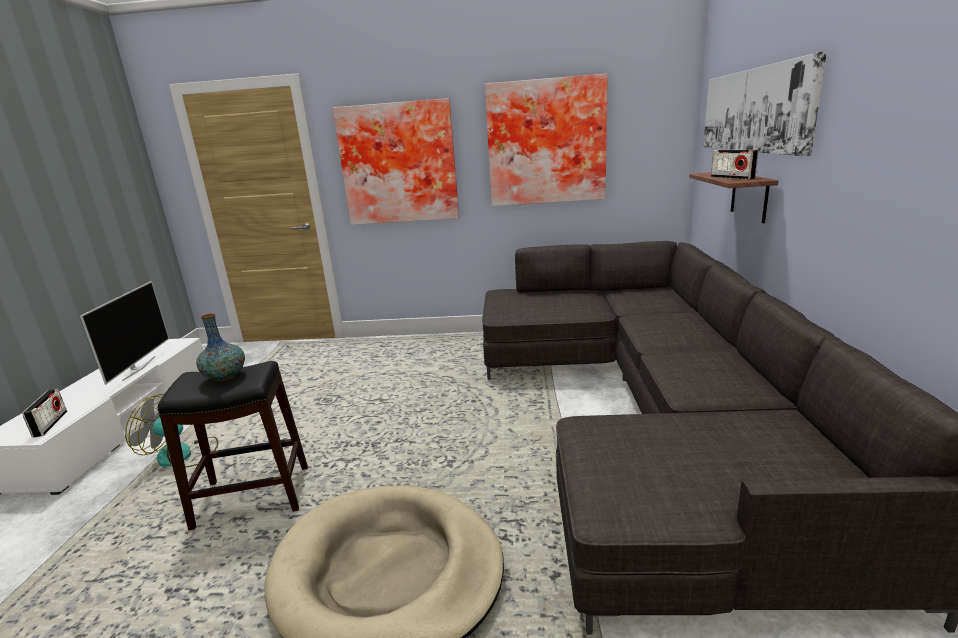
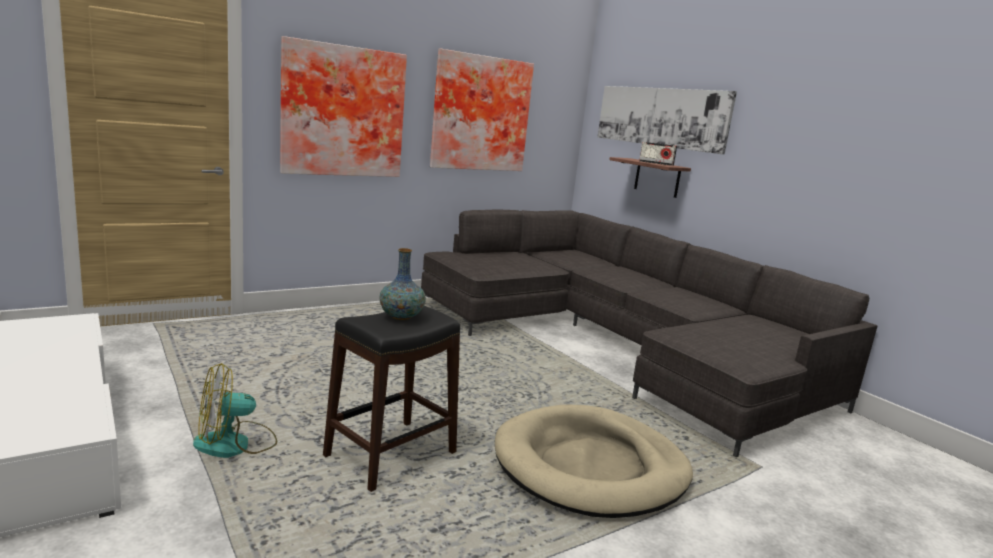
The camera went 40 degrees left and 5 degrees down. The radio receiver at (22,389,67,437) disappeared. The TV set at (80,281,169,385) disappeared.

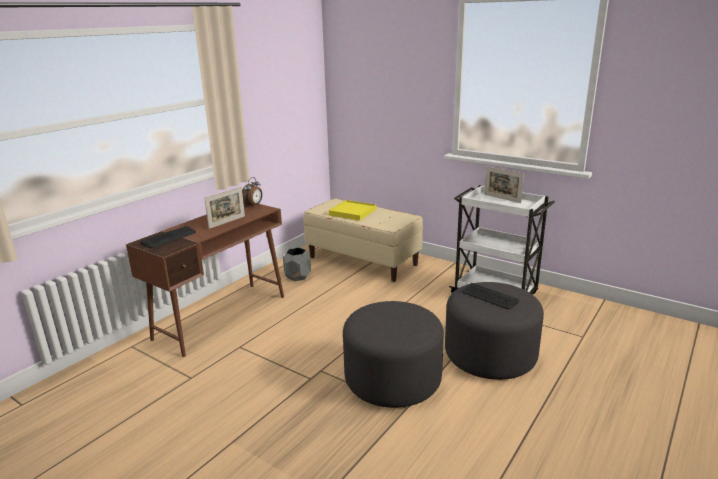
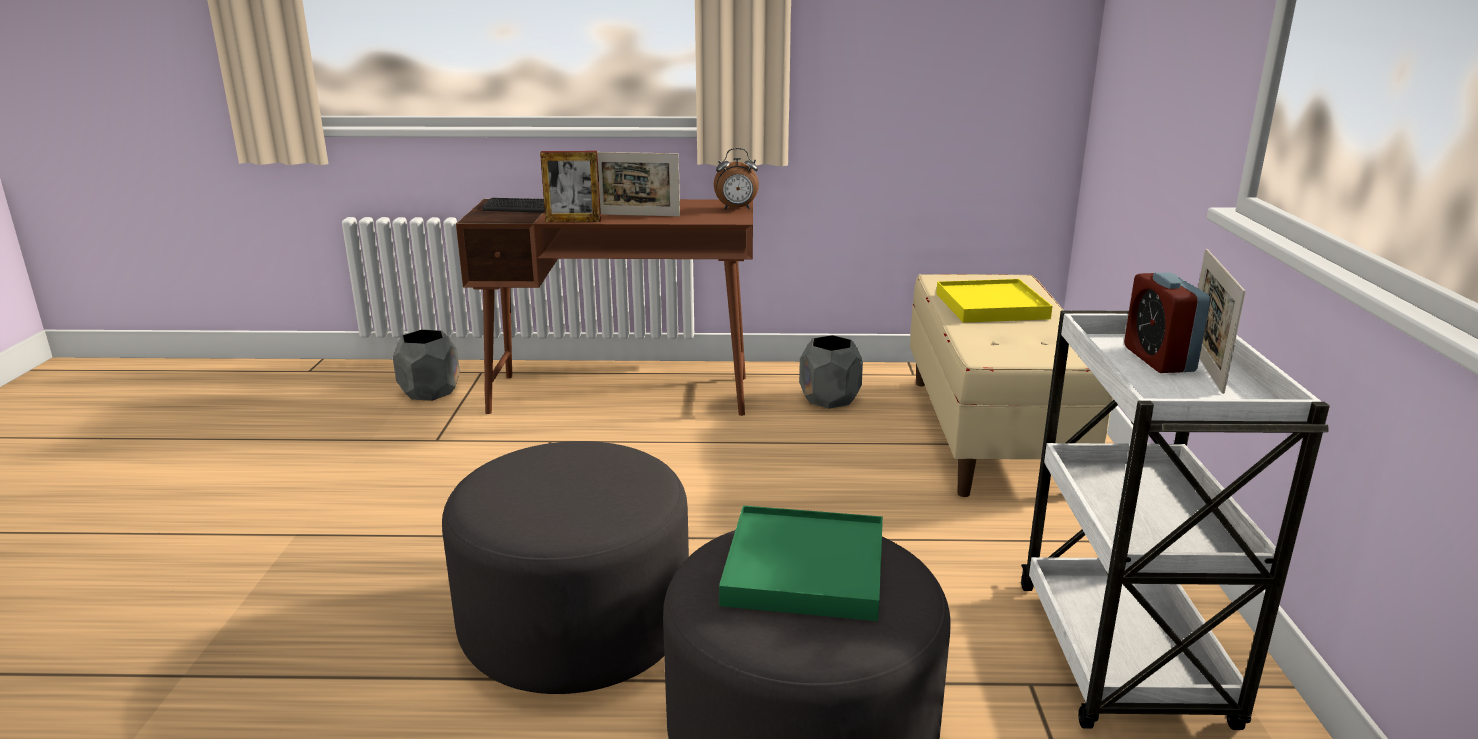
The camera went 55 degrees right and 0 degrees up. The planter/greyish at (393,329,460,401) appeared. The picture frame at (540,151,601,222) appeared. The alarm clock at (1124,272,1210,373) appeared. The PC keyboard at (462,283,519,309) was replaced by the tray/greenish at (719,505,883,621).

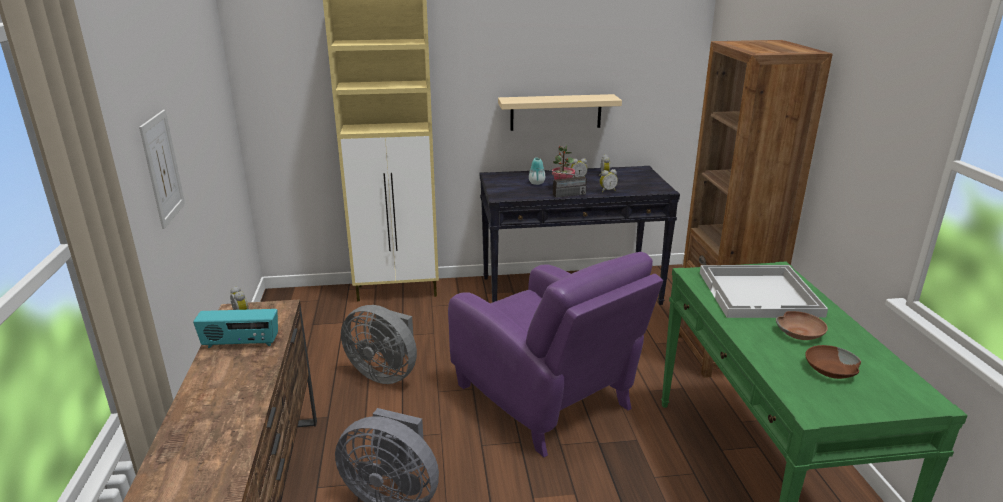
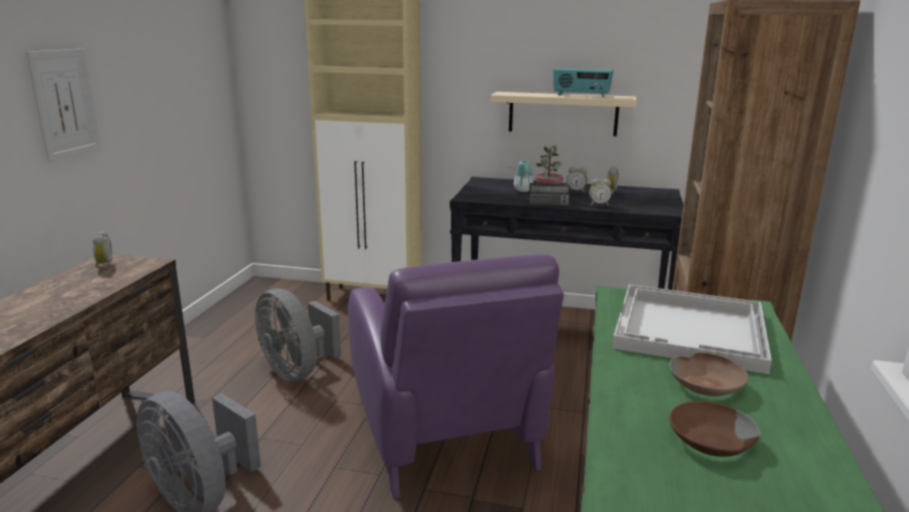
The camera went 20 degrees right and 5 degrees down. The radio receiver moved from (193,309,278,348) to (553,68,613,97).

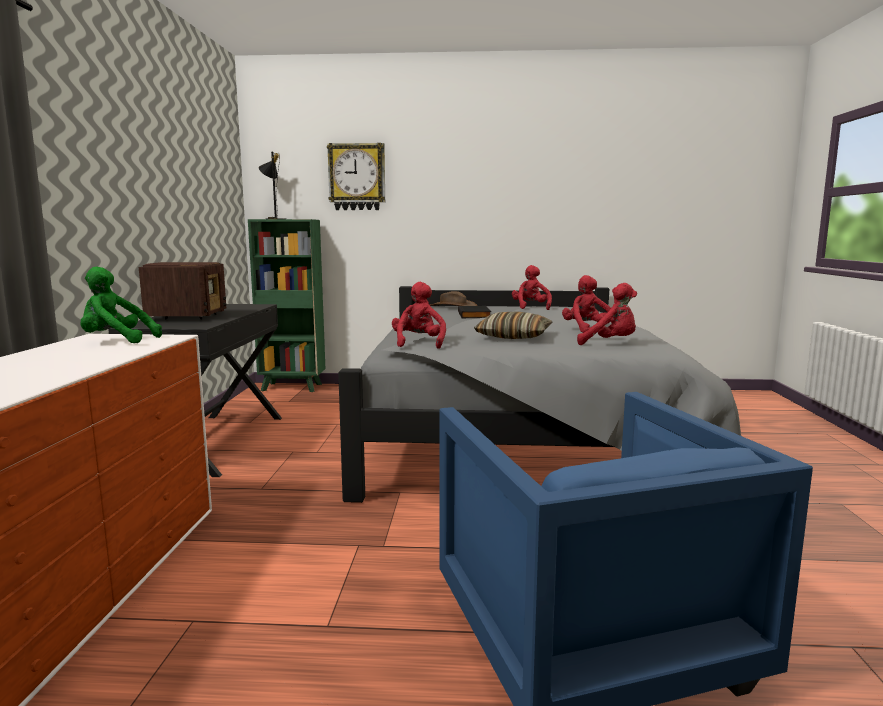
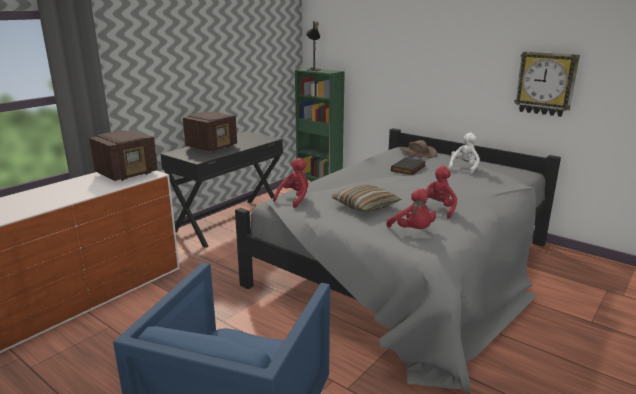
The camera went 35 degrees right and 10 degrees up. The wall clock moved from (327,143,385,210) to (514,51,580,117). The soft toy/greenish at (80,267,162,343) was replaced by the radio receiver at (89,130,158,181). The soft toy/red at (512,265,552,310) became the soft toy/white-coloured at (448,133,480,174).

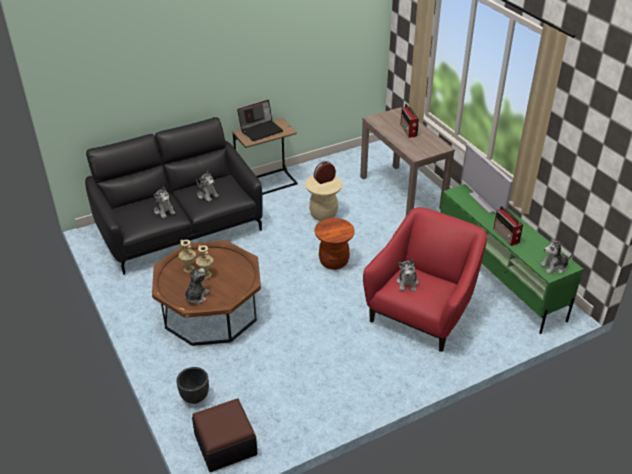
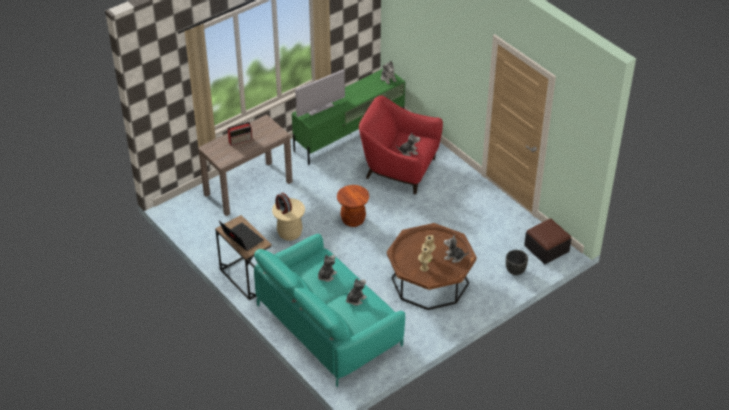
The camera went 100 degrees left and 5 degrees up. The radio receiver at (493,206,523,246) disappeared. The couch/blackish at (85,117,263,275) became the couch/turquoise at (254,234,405,387).

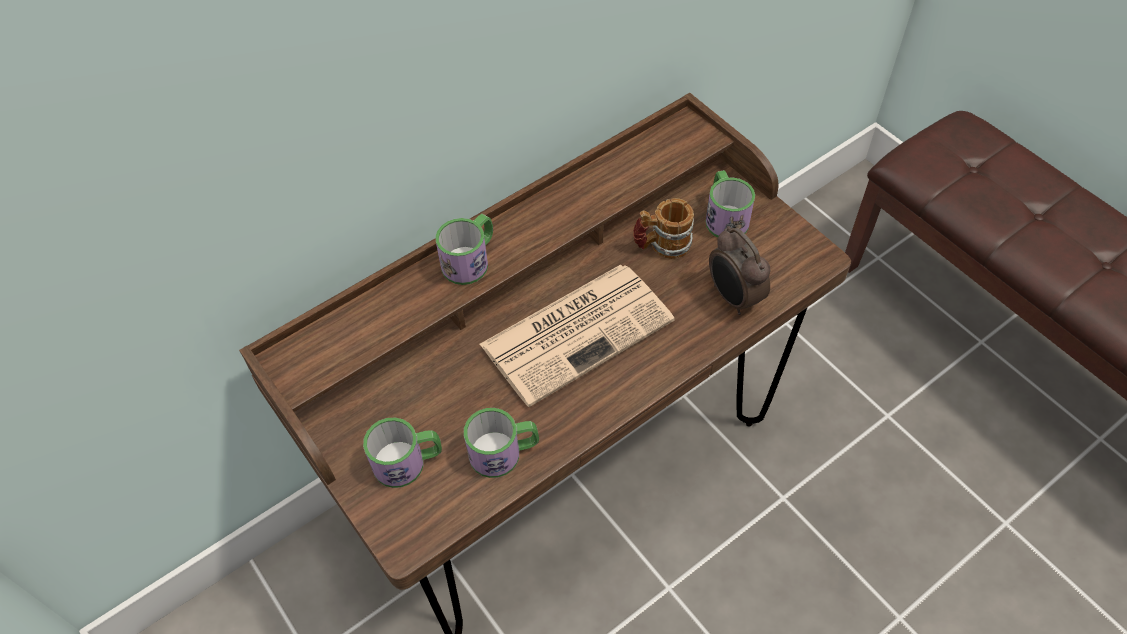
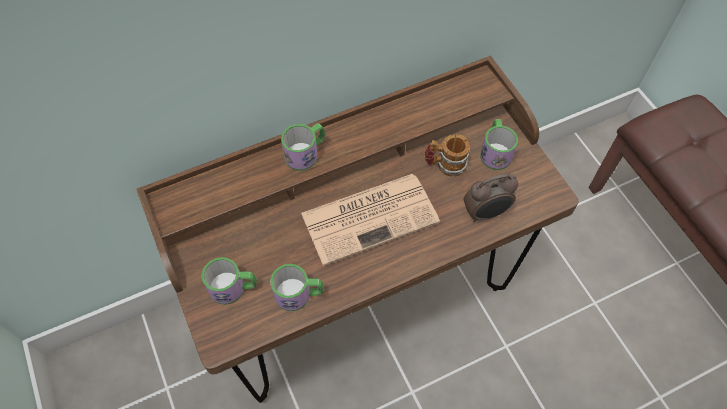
The camera went 10 degrees right and 5 degrees up. The alarm clock at (709,226,770,315) turned 90 degrees counterclockwise.

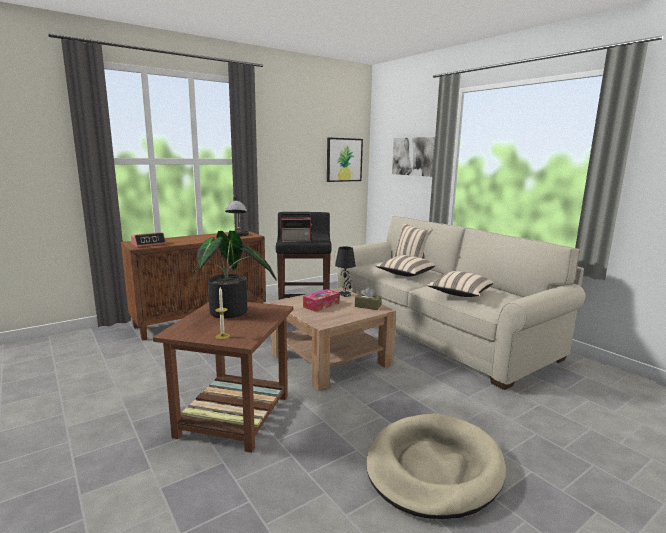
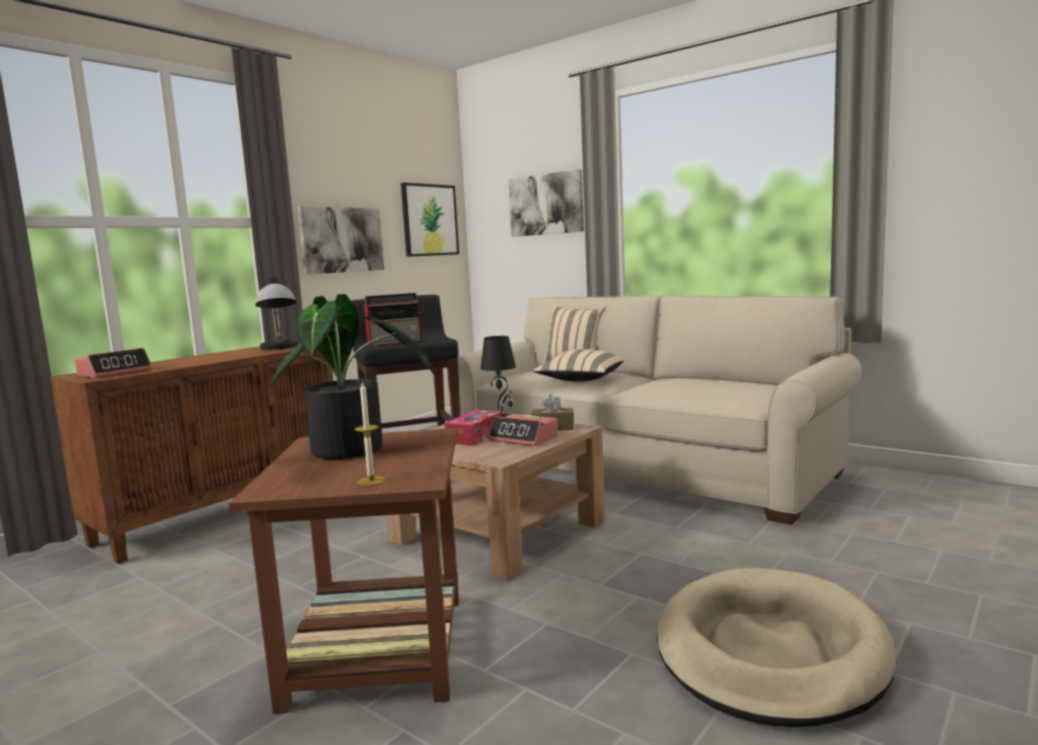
The camera went 15 degrees left and 5 degrees down. The pillow/sand-coloured at (427,271,493,297) disappeared. The picture at (297,206,384,275) appeared. The alarm clock at (488,414,558,446) appeared.

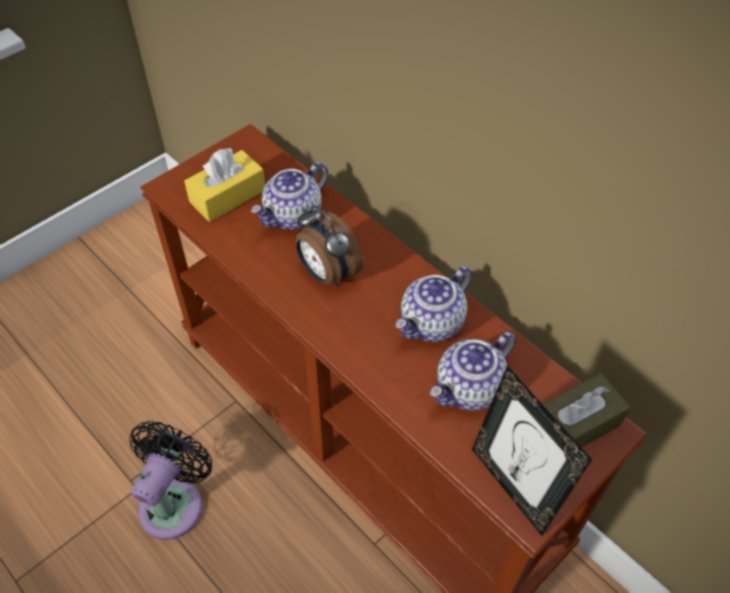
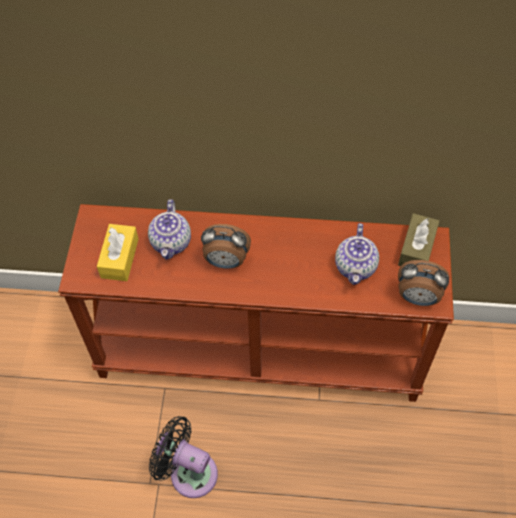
The camera went 40 degrees left and 5 degrees up. The tea pot at (395,266,472,342) disappeared. The picture frame at (472,365,592,536) was replaced by the alarm clock at (398,260,450,306). The cooling fan/blackish at (129,421,212,540) turned 45 degrees counterclockwise.

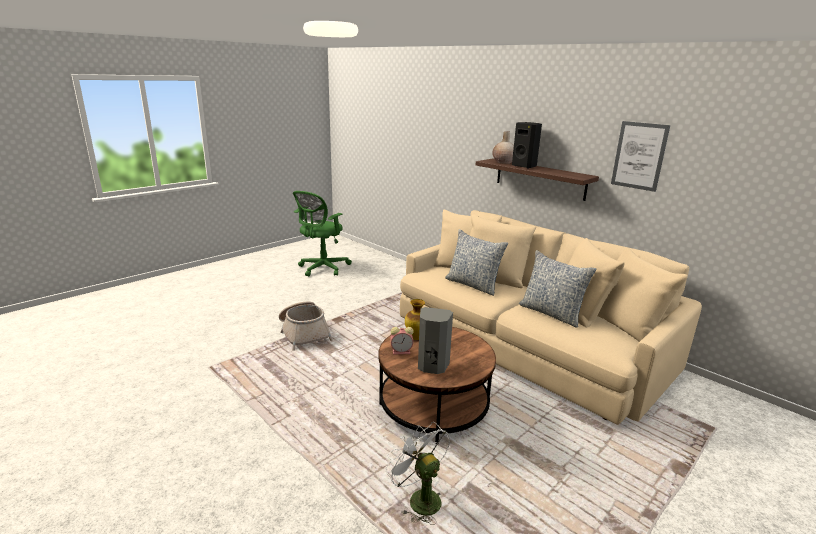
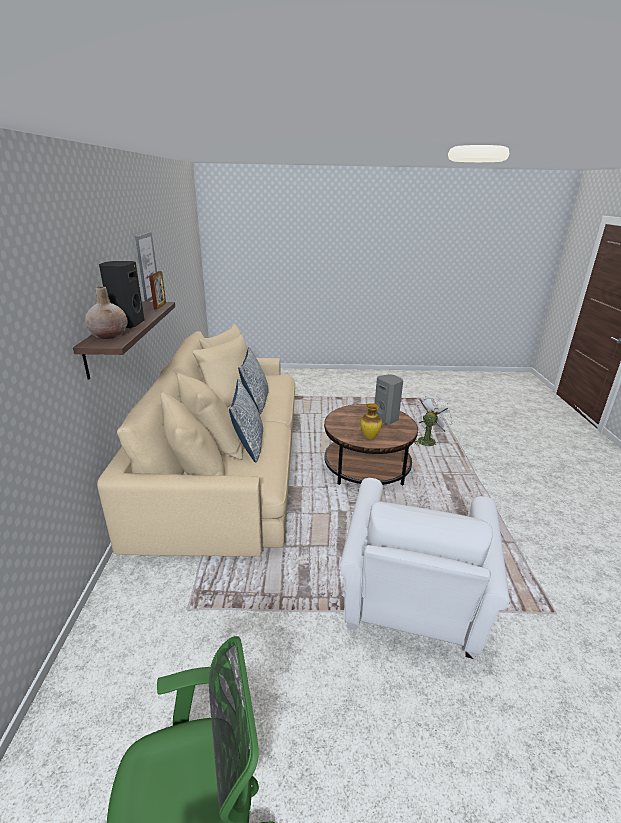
The camera went 135 degrees left and 5 degrees up. The alarm clock at (390,327,414,354) disappeared. The picture frame at (149,271,166,310) appeared. The household basket at (279,302,333,351) was replaced by the lounge chair/white-coloured at (339,478,509,659). The cooling fan/white-coloured at (385,422,450,525) turned 150 degrees counterclockwise.

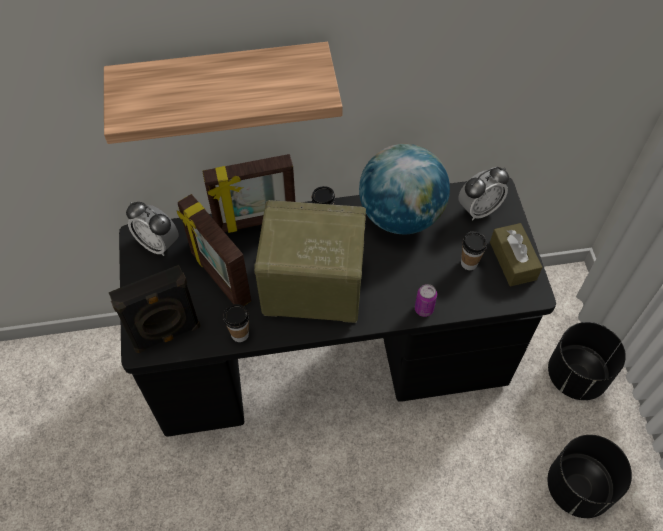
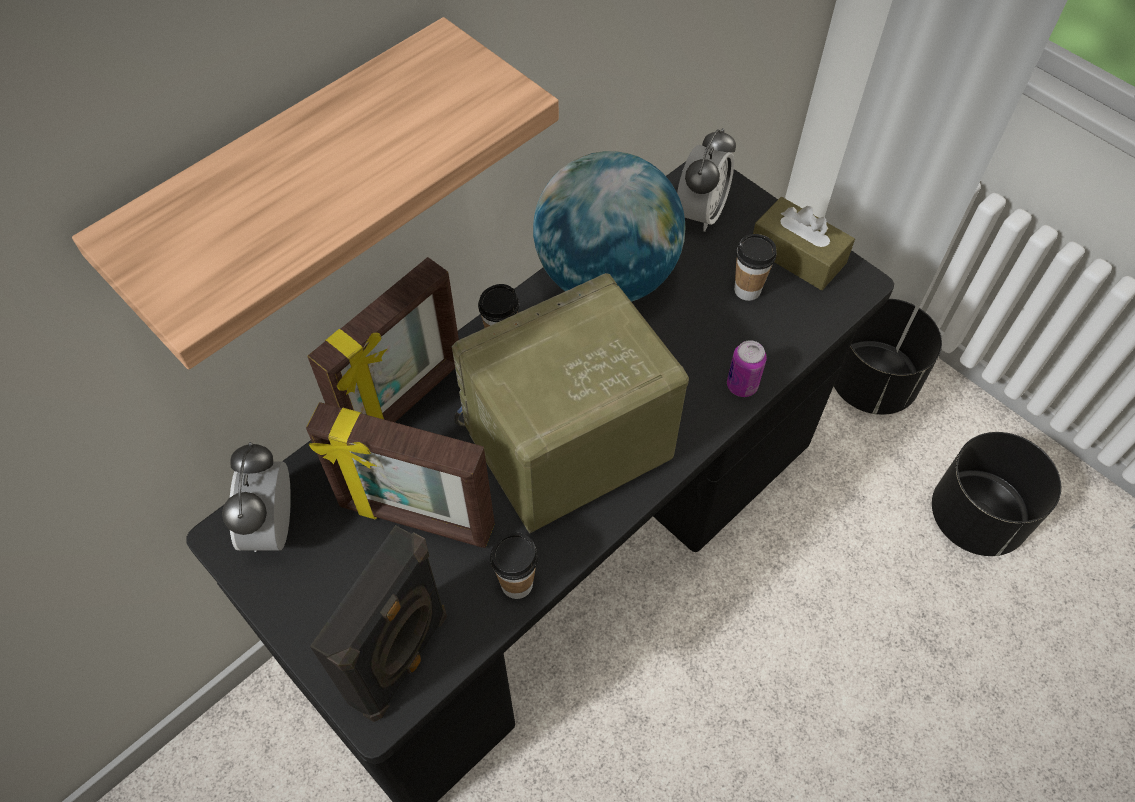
The camera went 35 degrees left and 0 degrees up. The alarm clock at (126,202,178,256) turned 90 degrees clockwise.

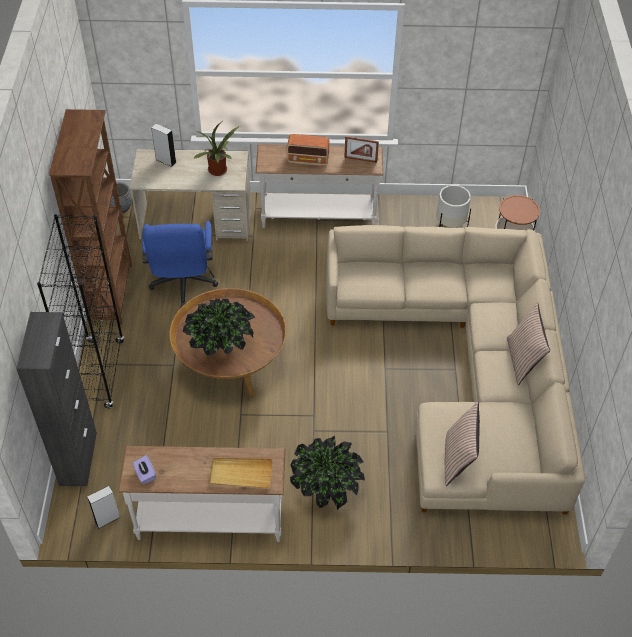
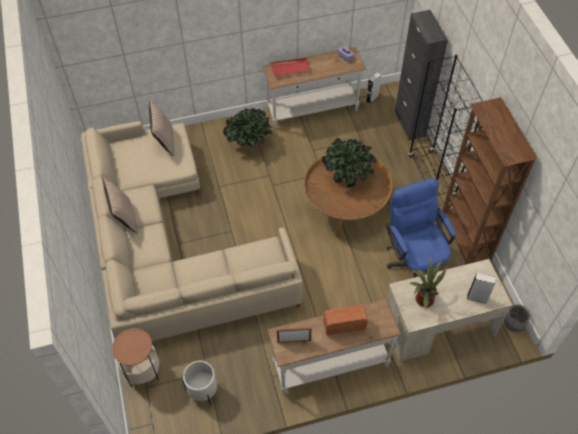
The camera went 165 degrees right and 5 degrees up. The tray/sand-coloured at (209,458,273,489) became the tray/red at (271,58,311,77).

